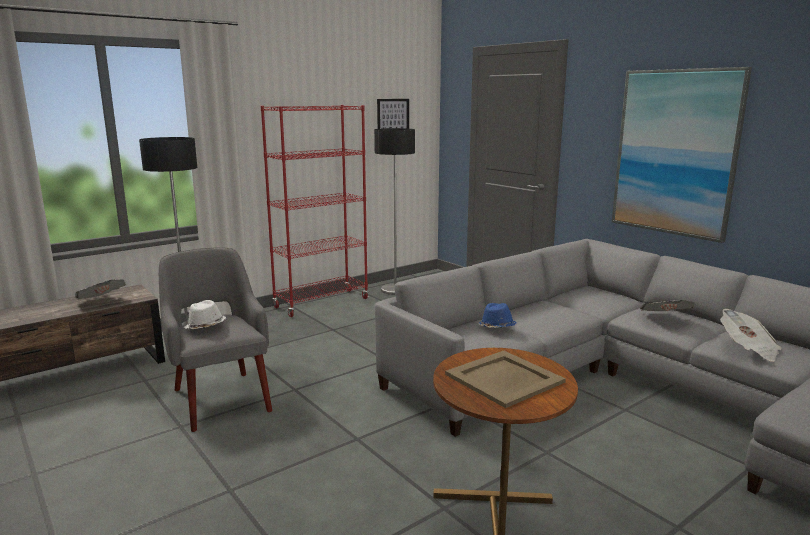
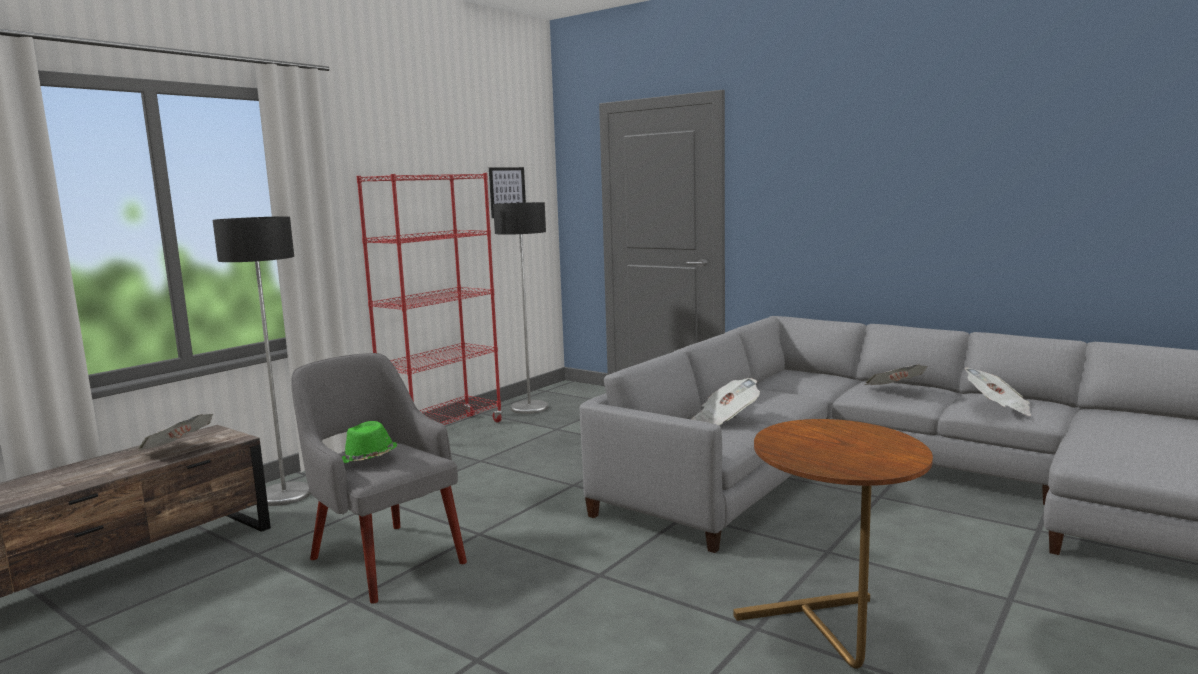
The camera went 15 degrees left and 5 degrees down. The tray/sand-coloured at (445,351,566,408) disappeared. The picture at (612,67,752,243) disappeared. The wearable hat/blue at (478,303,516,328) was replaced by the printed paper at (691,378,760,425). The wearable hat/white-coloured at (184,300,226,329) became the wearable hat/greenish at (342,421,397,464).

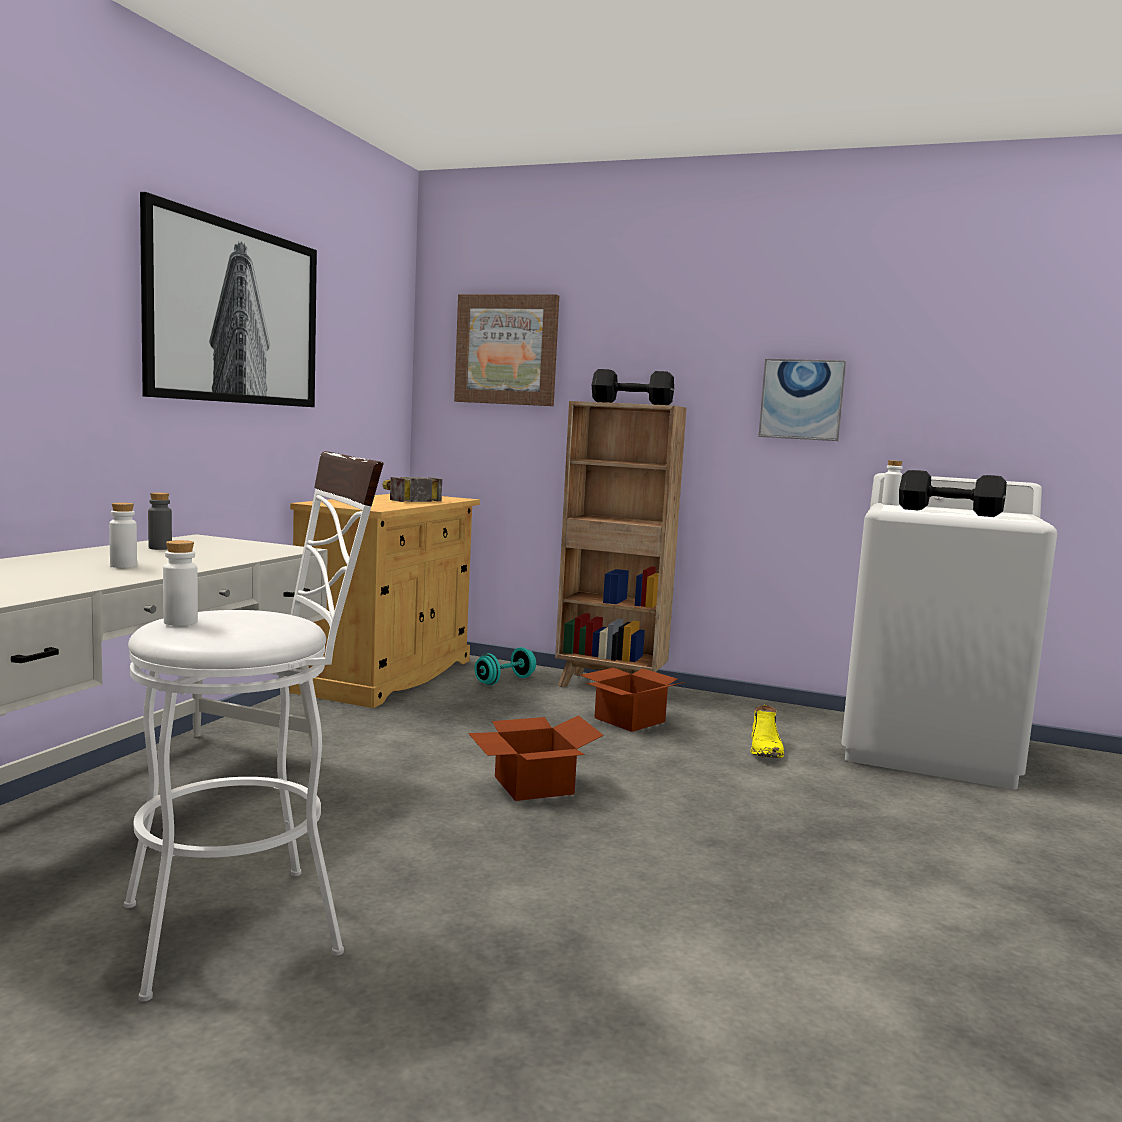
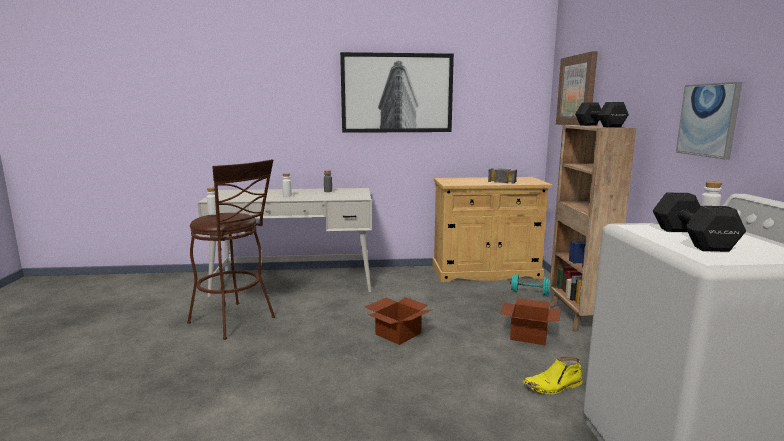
The camera went 65 degrees right and 5 degrees up. The stool/white-coloured at (124,451,384,1002) became the stool/brown-coloured at (187,159,275,340).

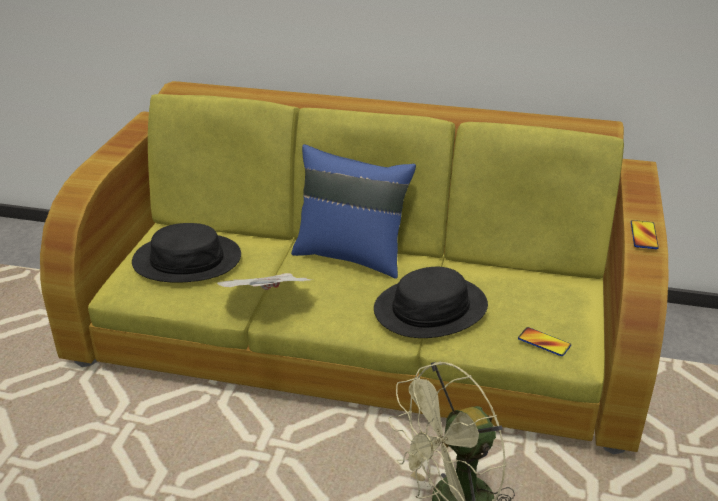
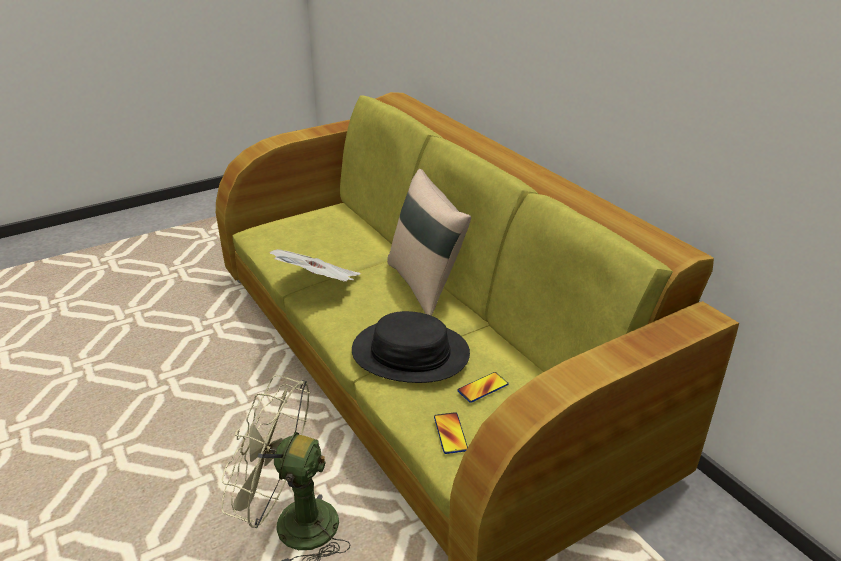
The camera went 45 degrees right and 0 degrees up. The wearable hat/blackish at (132,223,241,283) disappeared. The handset moved from (631,220,659,249) to (457,372,508,403). The pillow/blue at (291,144,416,279) became the pillow/sand-coloured at (387,169,471,316).

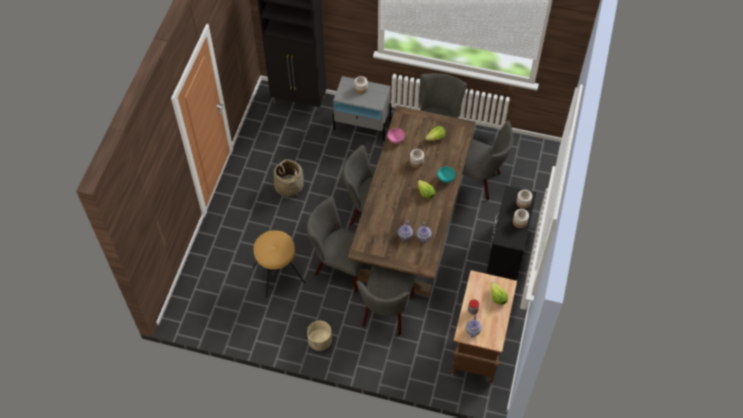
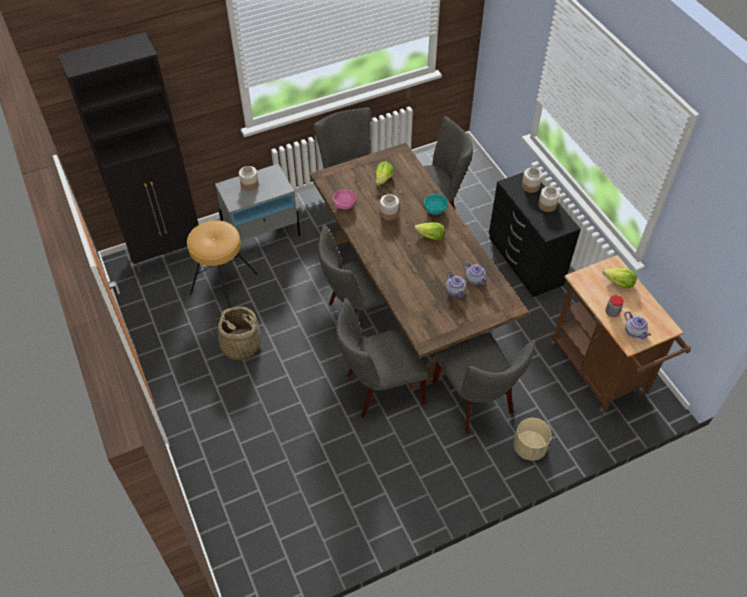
The camera went 40 degrees left and 5 degrees down. The stool/brown-coloured moved from (253,230,305,298) to (187,220,258,308). The planter/sand-coloured moved from (307,321,332,351) to (514,418,552,461).

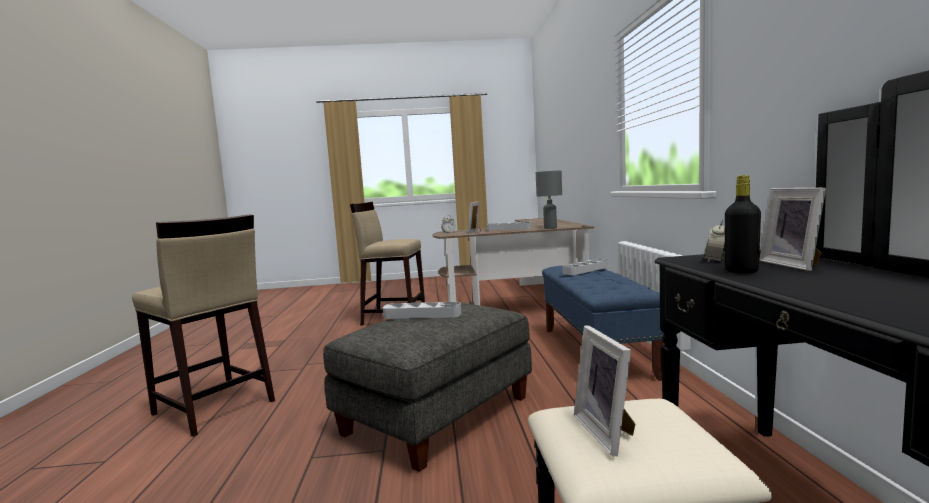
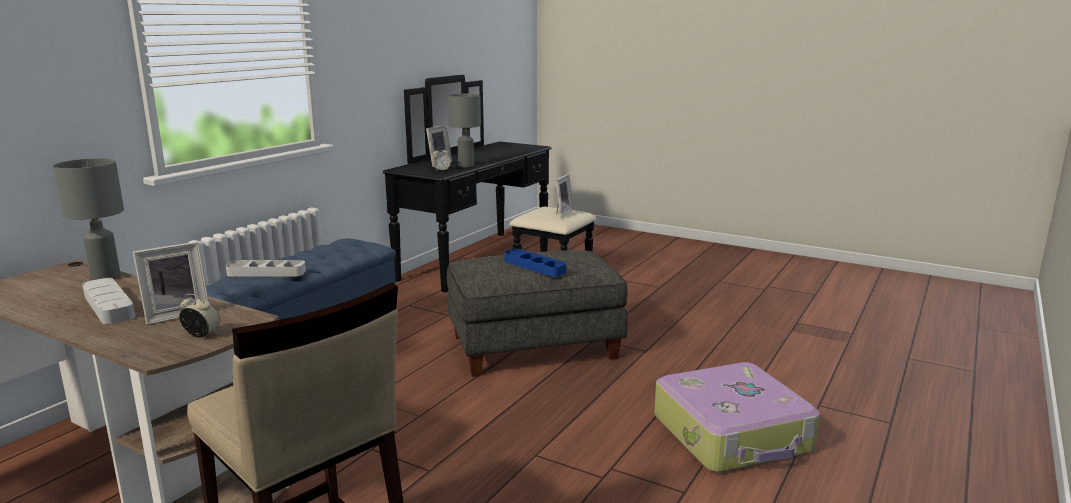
The camera went 145 degrees left and 10 degrees up. The stool/sand-coloured at (132,214,275,437) was replaced by the piece of luggage at (654,362,820,473). The bottle/blackish at (725,175,761,273) was replaced by the tabletop lamp/greyish at (448,94,481,167). The tray/greyish at (383,302,461,319) became the tray/blue at (504,249,566,277).

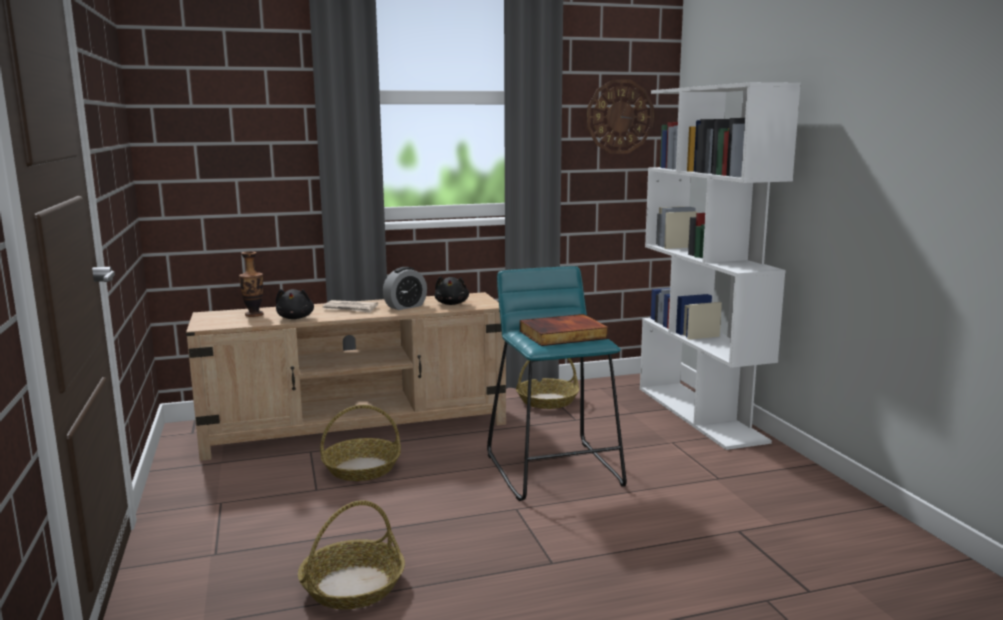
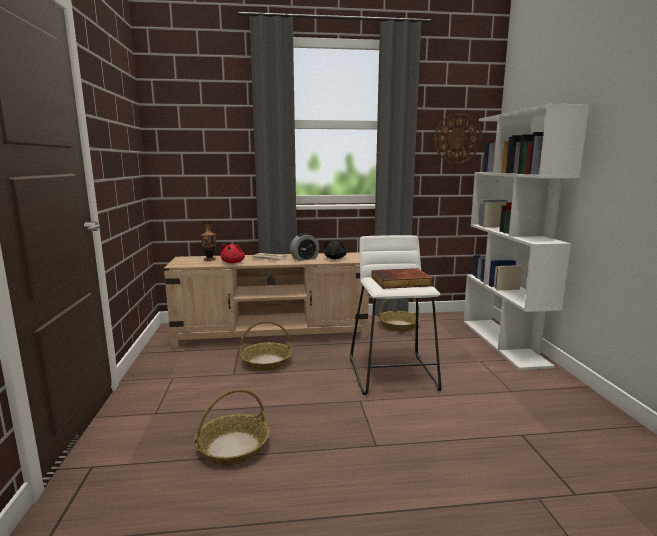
The camera went 10 degrees right and 0 degrees up. The soft toy/blackish at (276,289,314,319) became the soft toy/red at (221,244,245,263). The stool/turquoise at (487,266,626,501) became the stool/white-coloured at (350,235,442,395).

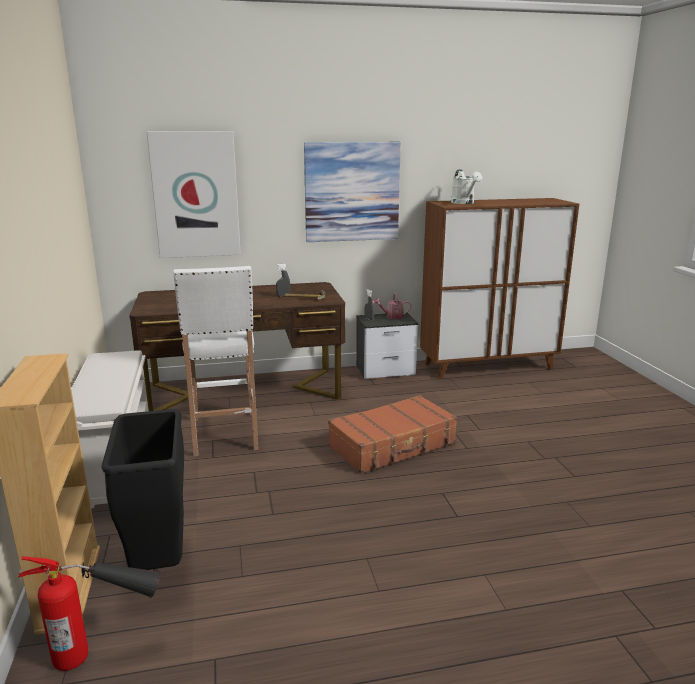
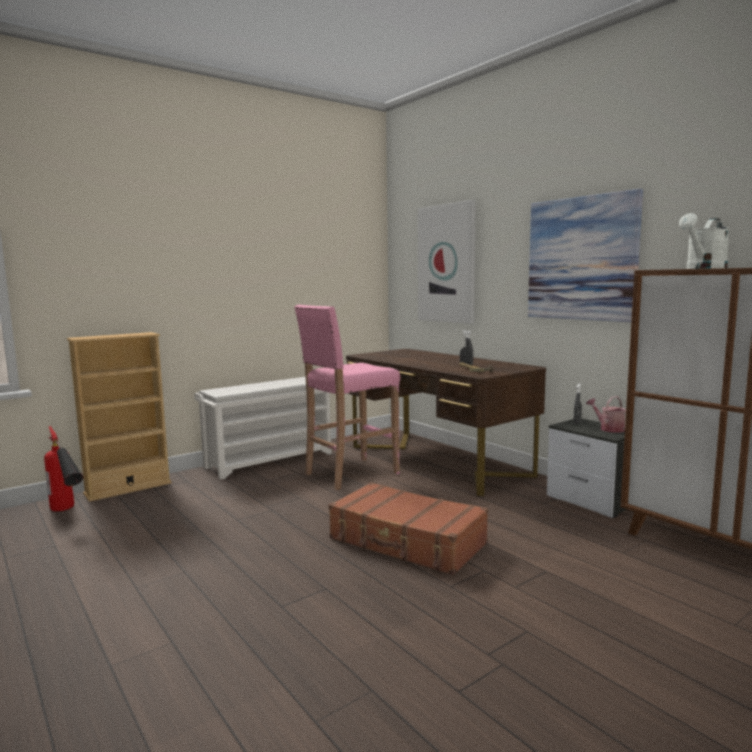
The camera went 65 degrees right and 10 degrees down. The trash can/blackish at (102,409,184,570) disappeared. The stool/white-coloured at (173,266,259,456) became the stool/pink at (294,305,400,490).

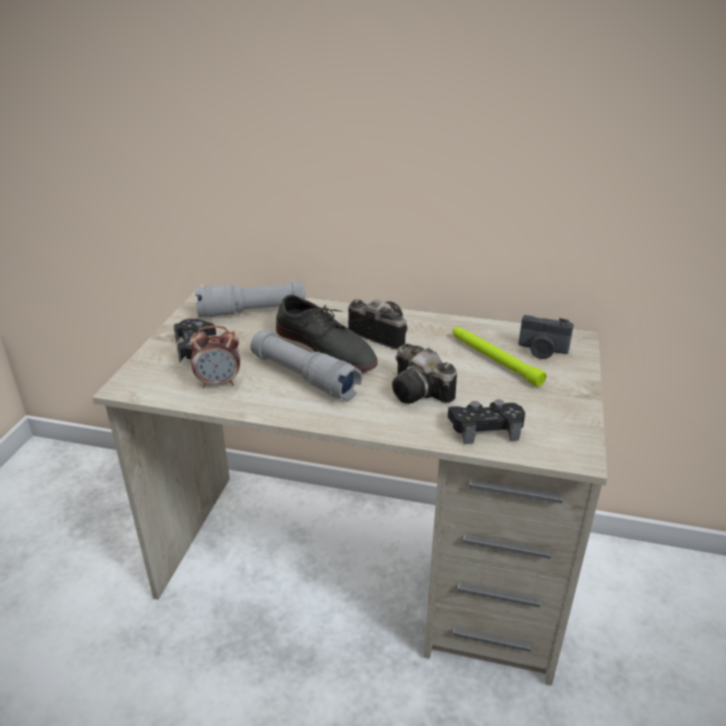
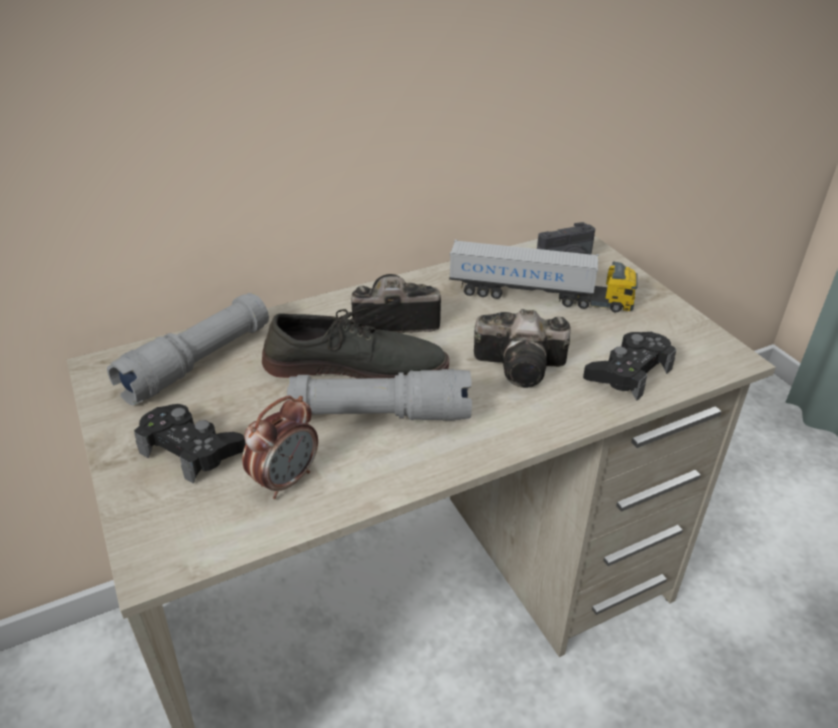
The camera went 40 degrees left and 5 degrees up. The flashlight/greenish at (452,327,547,387) was replaced by the toy lorry at (449,240,638,312).

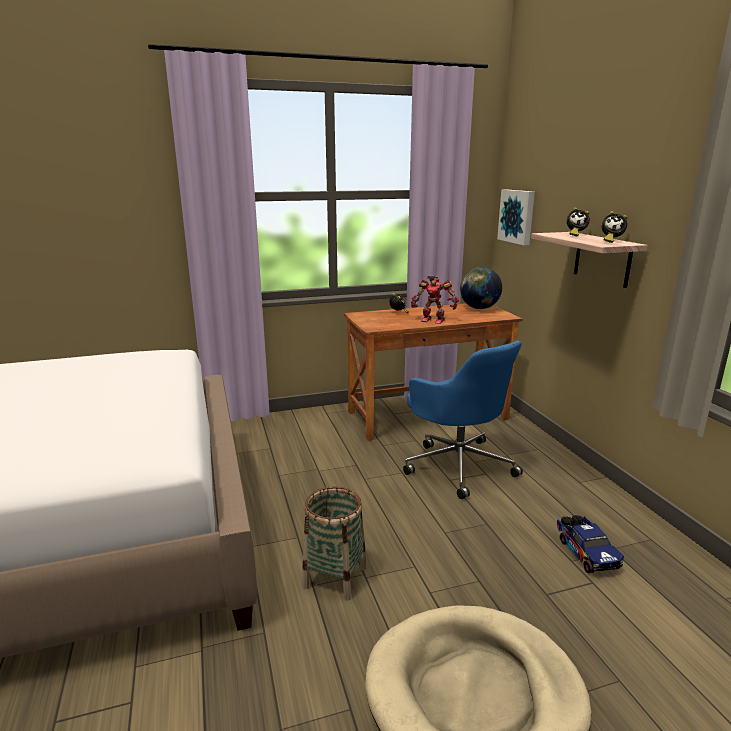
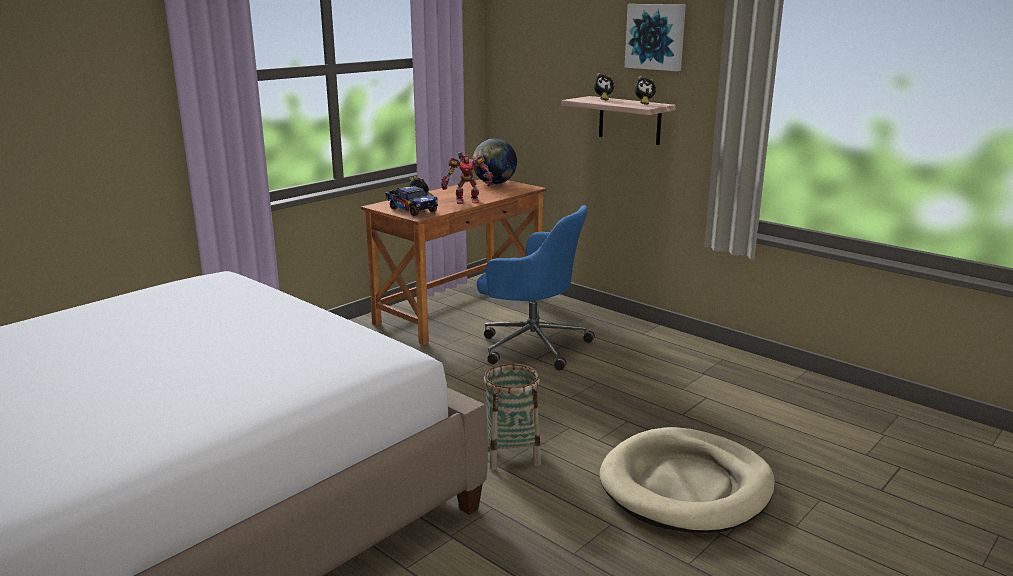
The camera went 30 degrees left and 0 degrees up. The picture moved from (497,190,535,245) to (625,4,686,71). The toy lorry moved from (557,515,624,573) to (386,186,438,216).

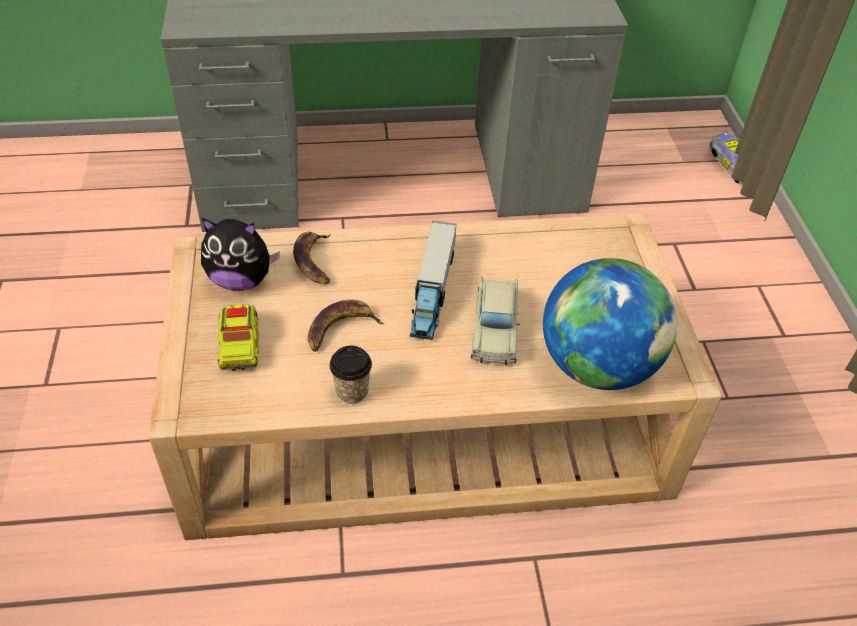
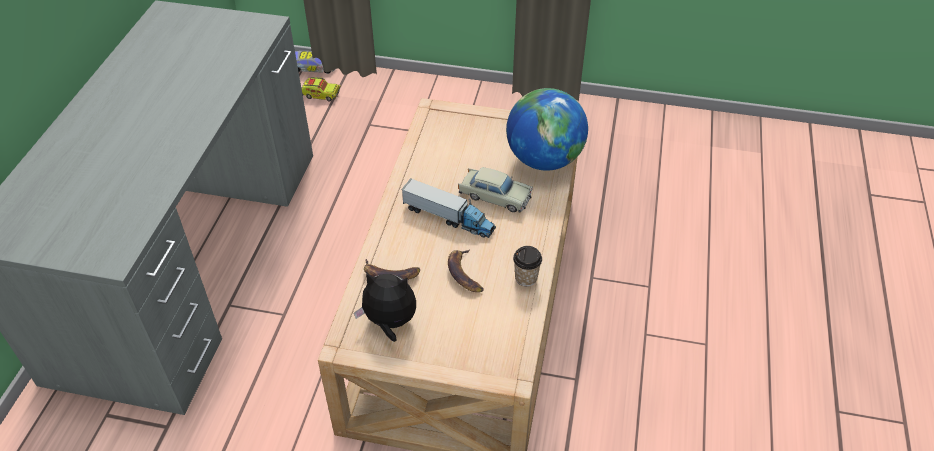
The camera went 70 degrees left and 0 degrees up. The toy lorry moved from (218,304,259,371) to (301,77,341,102). The soft toy at (201,218,280,291) turned 105 degrees counterclockwise.

